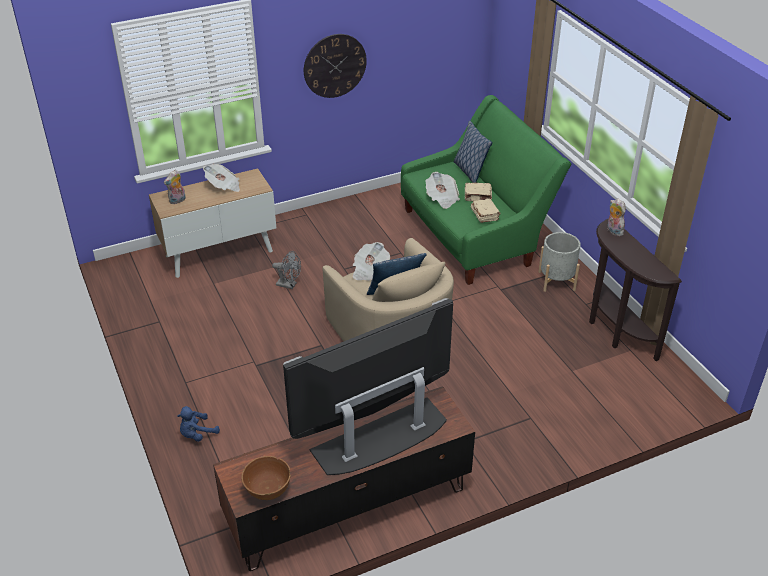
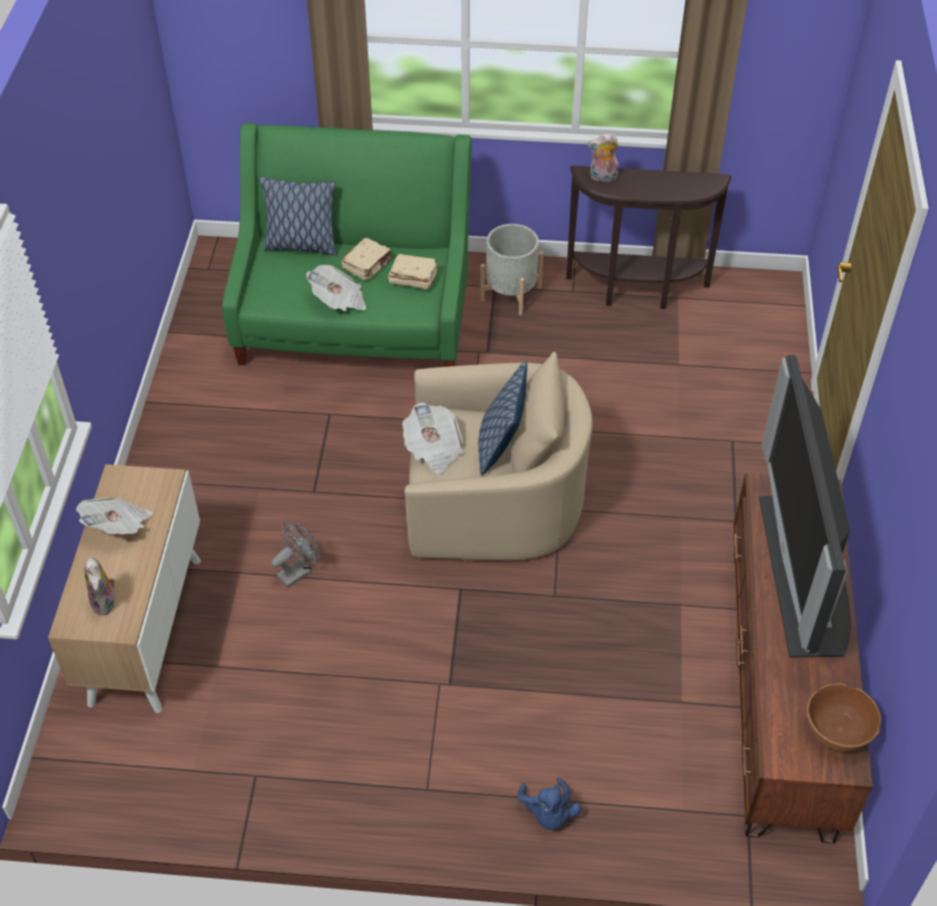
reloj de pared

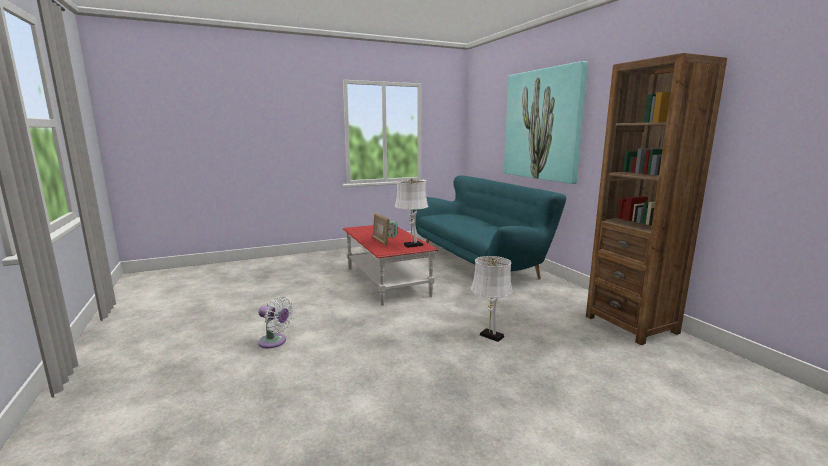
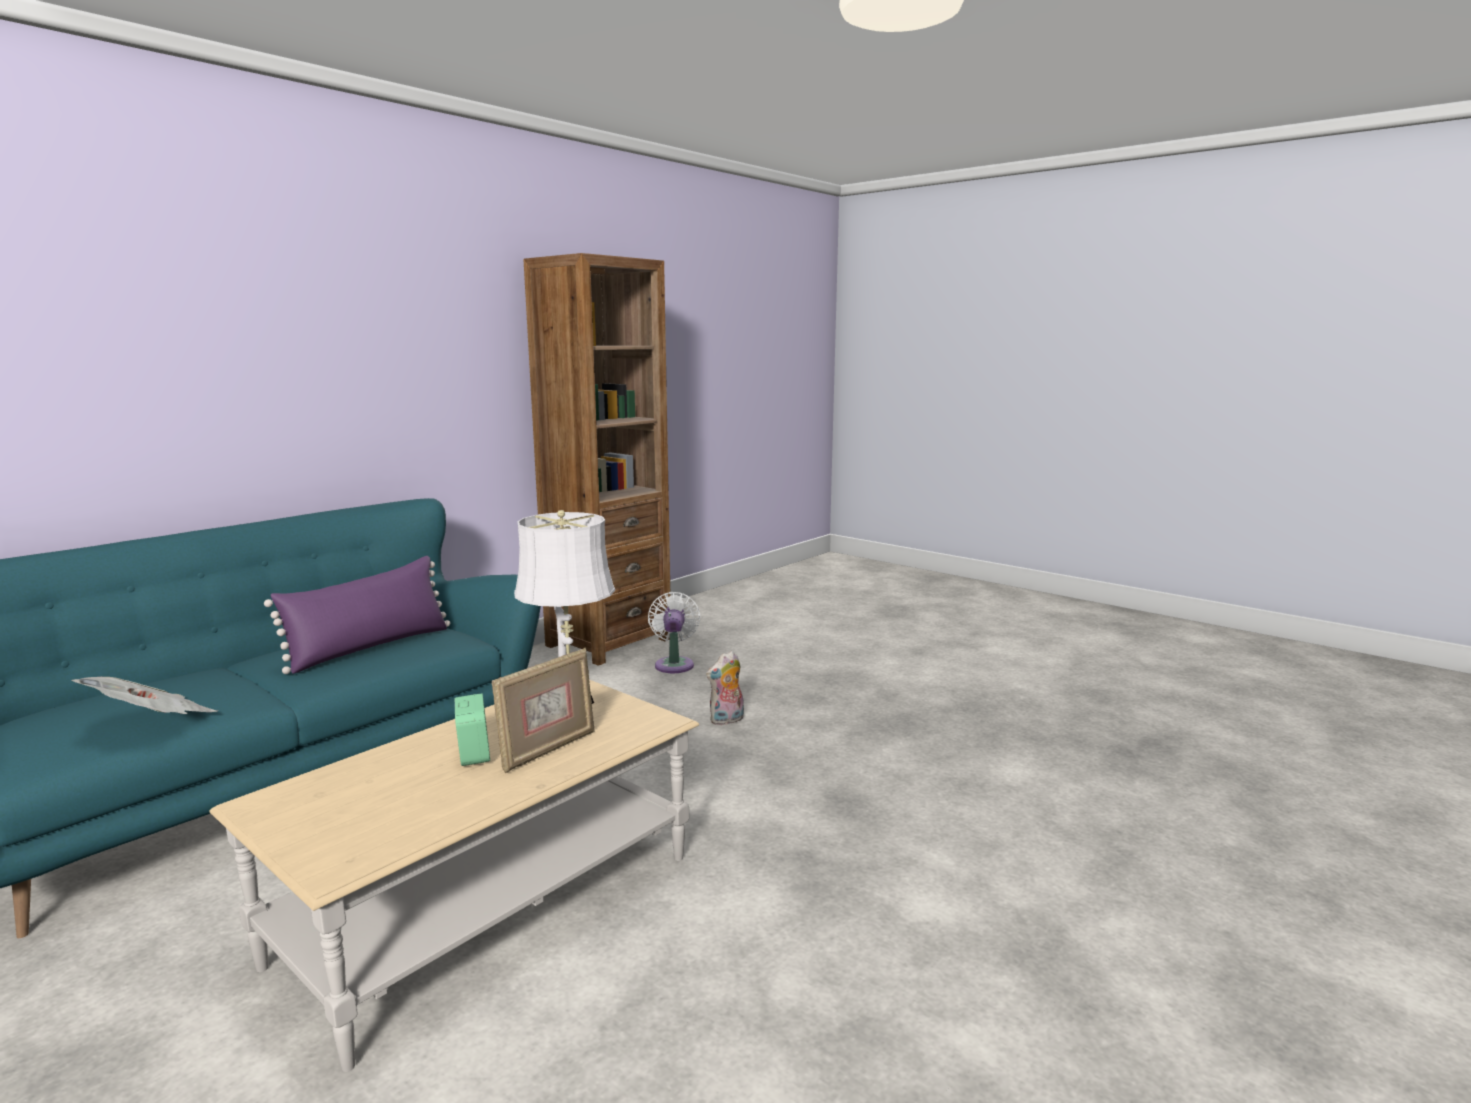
cuadro
periódico
cojín [morado]
ventilador [blanco]
peluche
mesa de centro [beis]

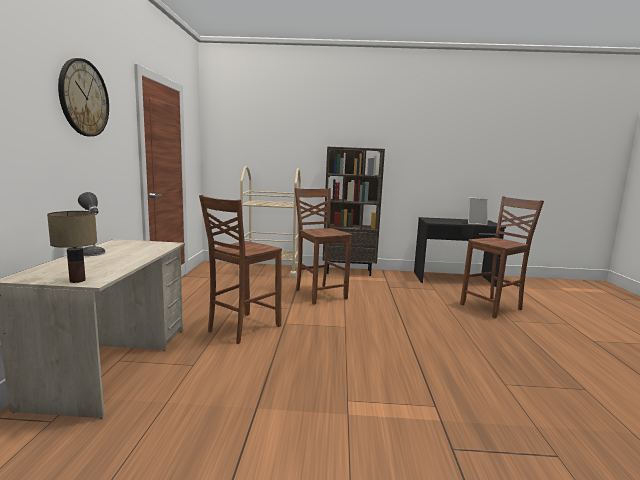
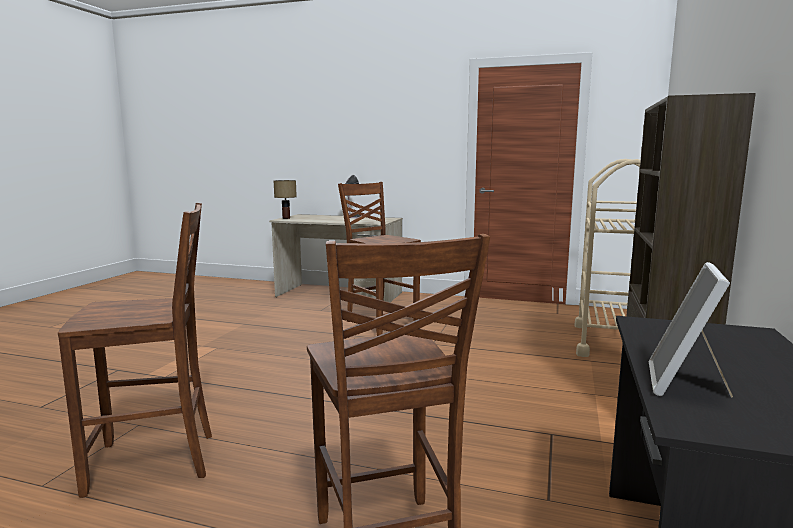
reloj de pared
silla [marrón] (no. 1 from left)

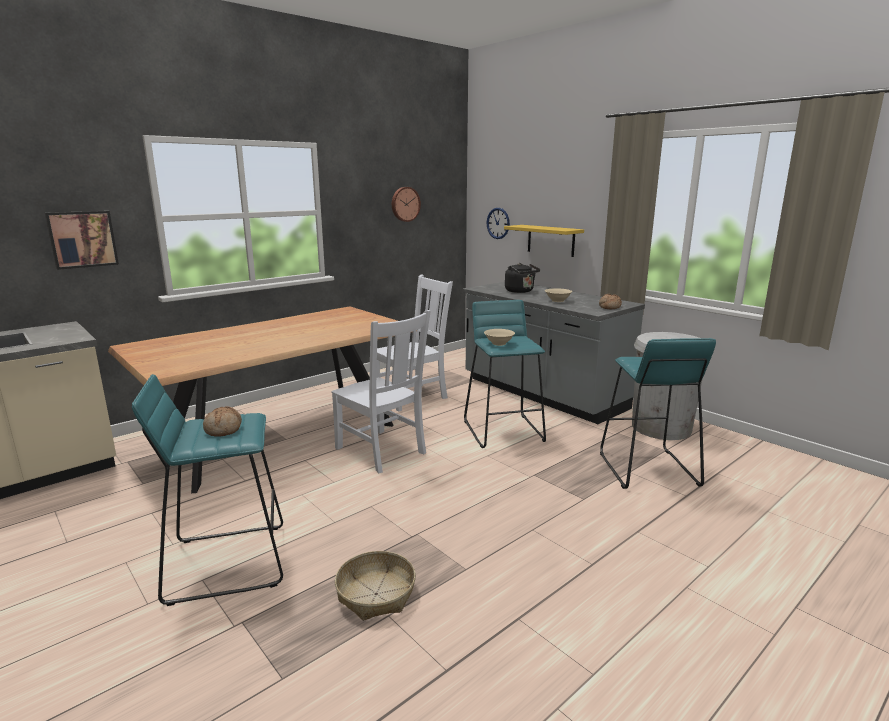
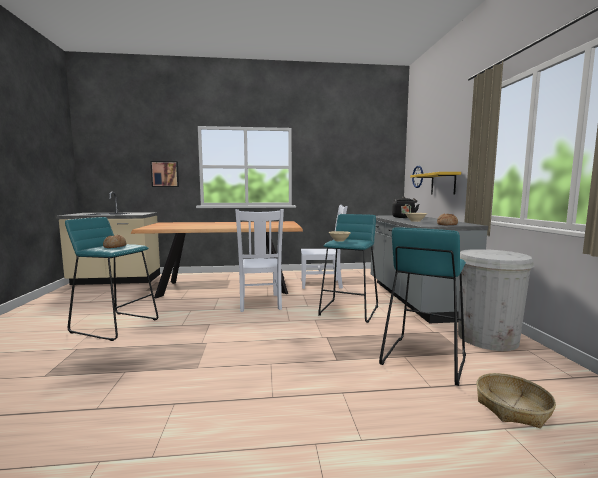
reloj de pared (no. 1 from left in the first image)
cesta

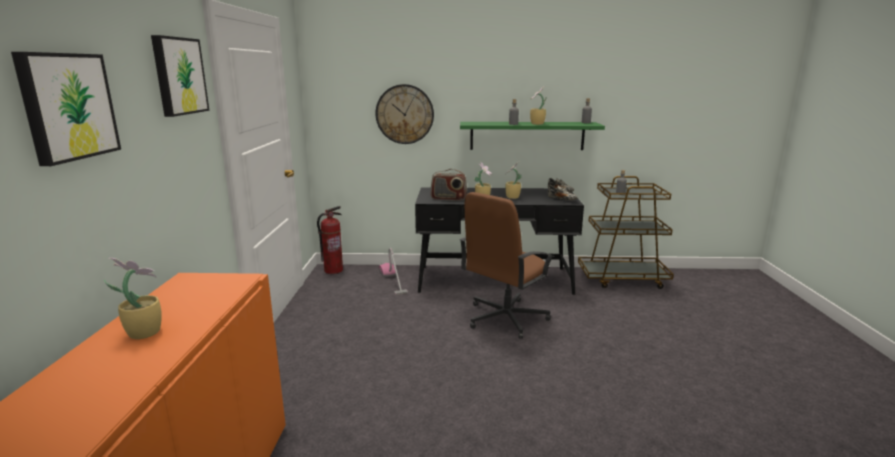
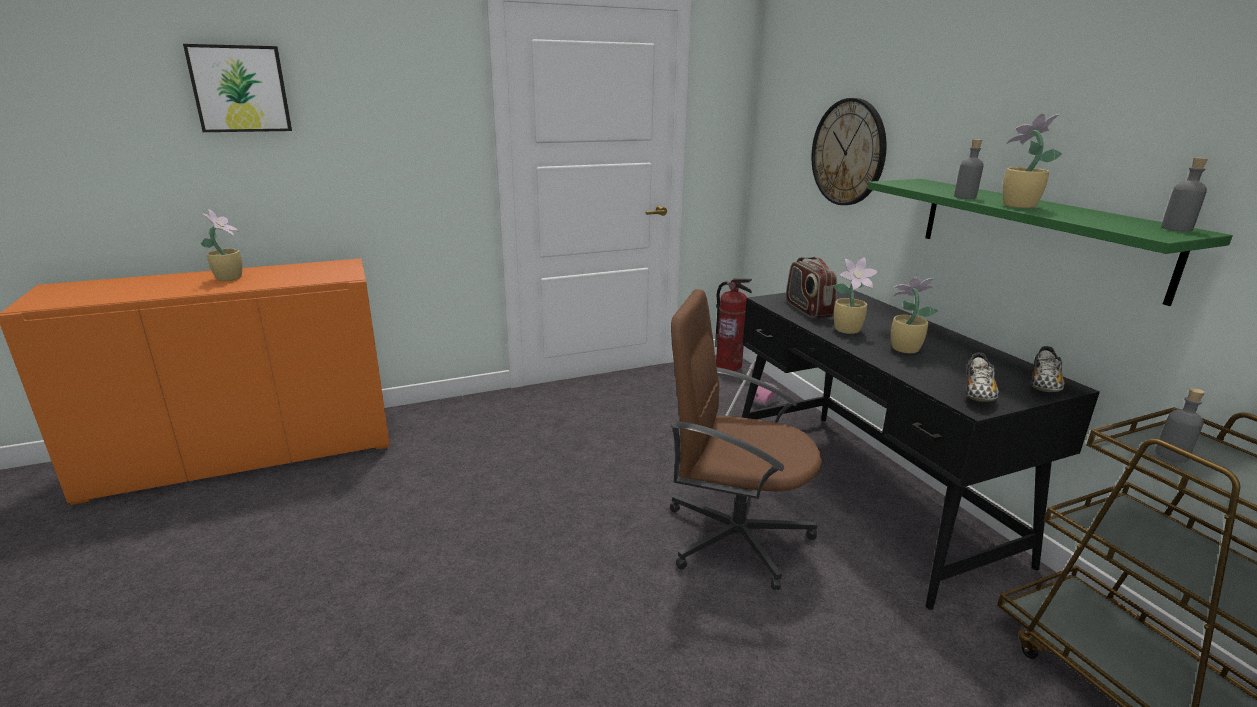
cuadro (no. 2 from left in the first image)

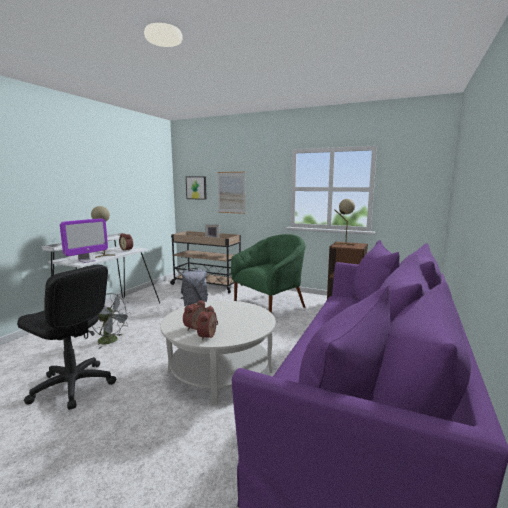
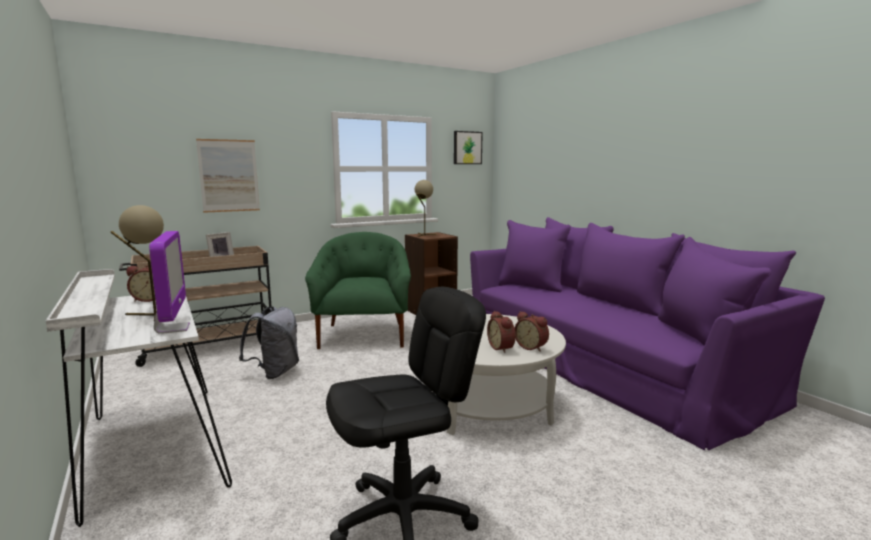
ventilador [gris]
cuadro (no. 2 from left)

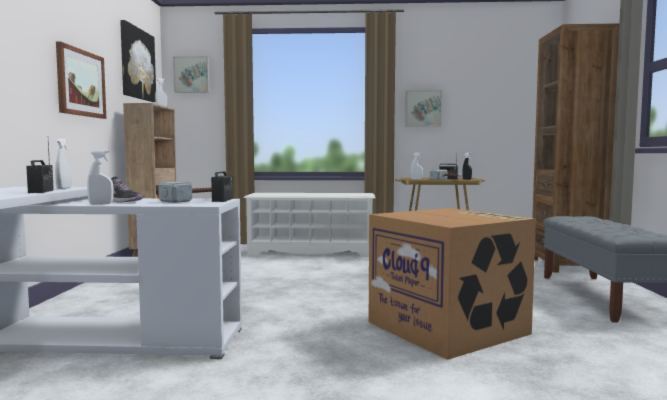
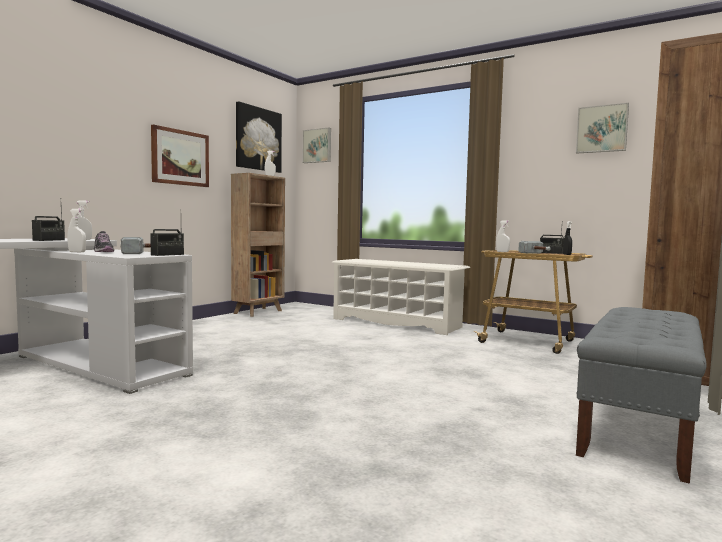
caja de cartón
cuadro (no. 4 from left)

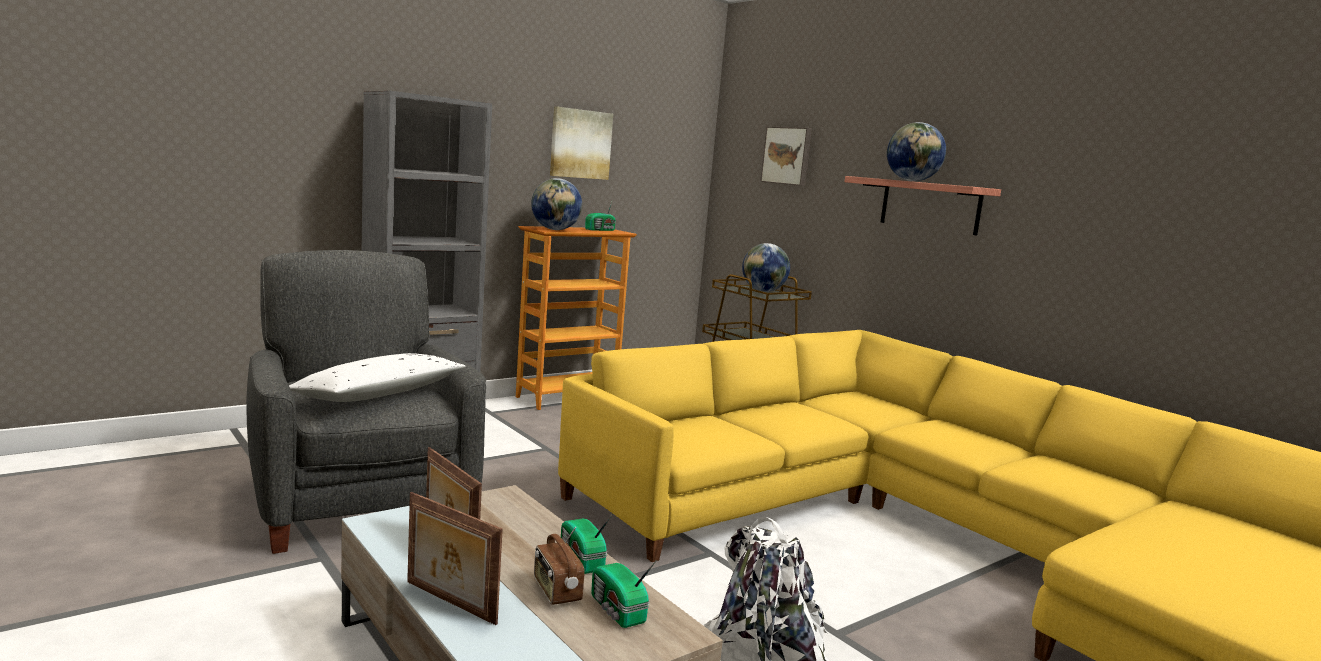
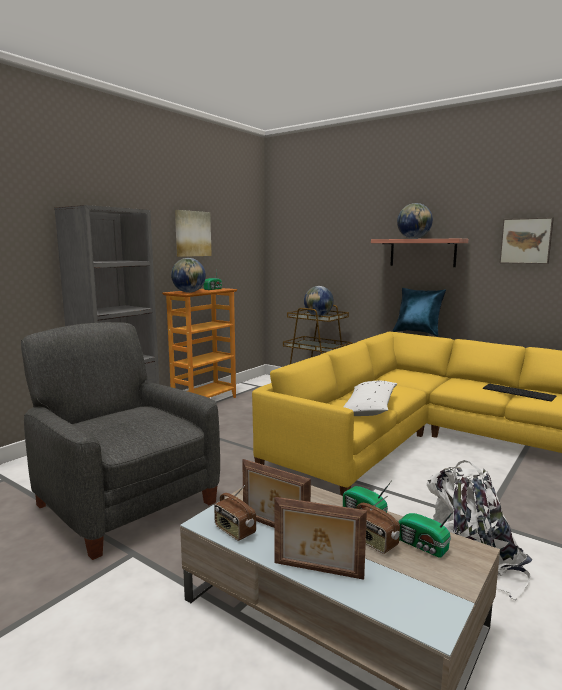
radio (no. 2 from left)
cojín [azul]
teclado
cojín [blanco]
cuadro (no. 2 from left)

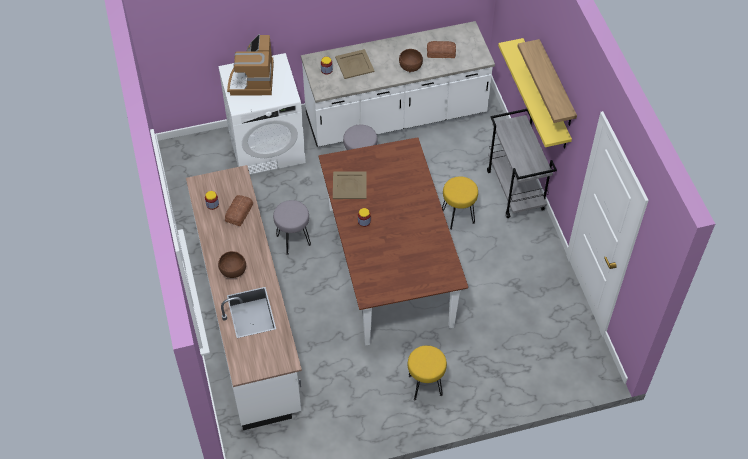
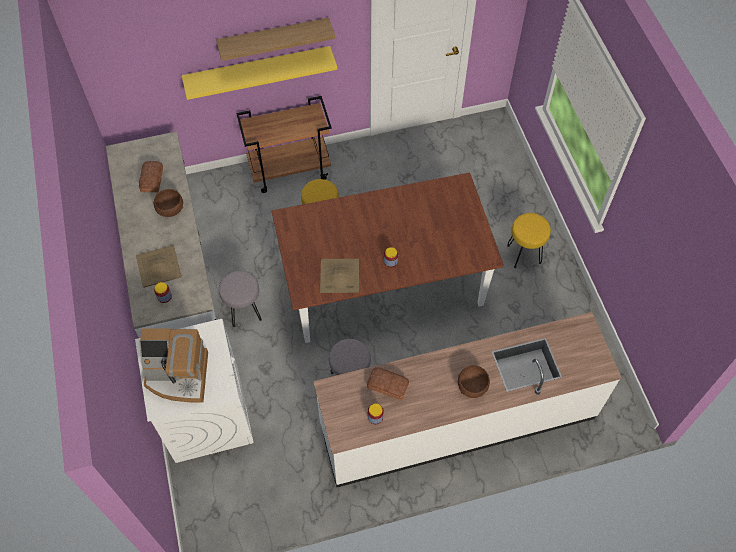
carrito [marrón]

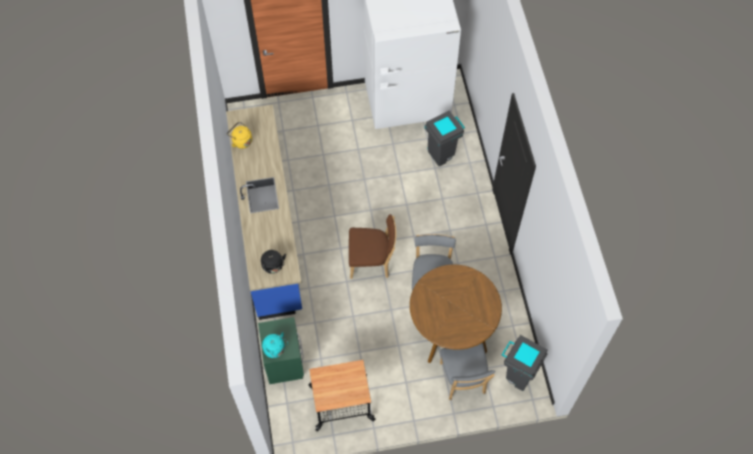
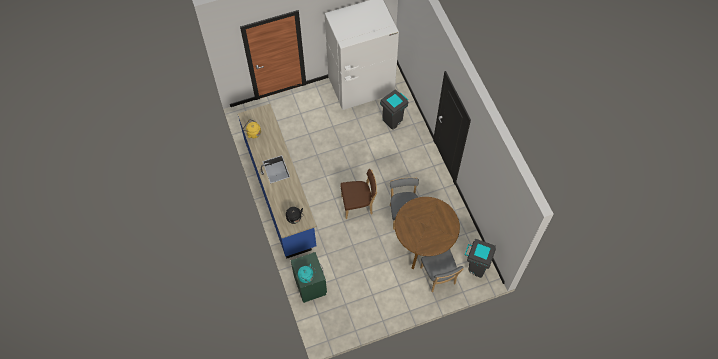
carrito

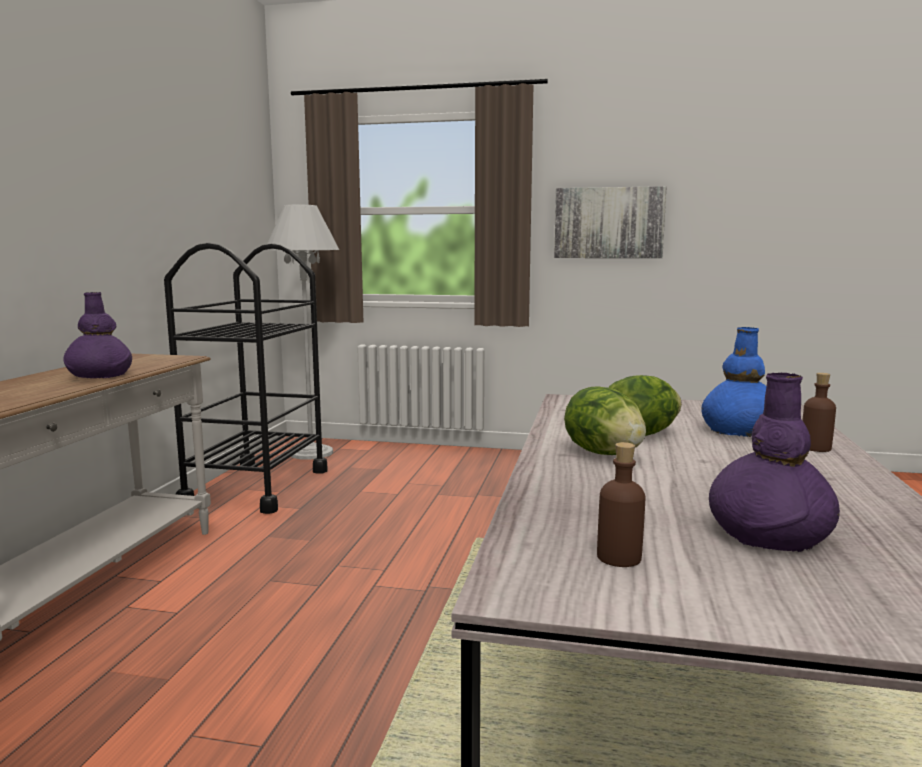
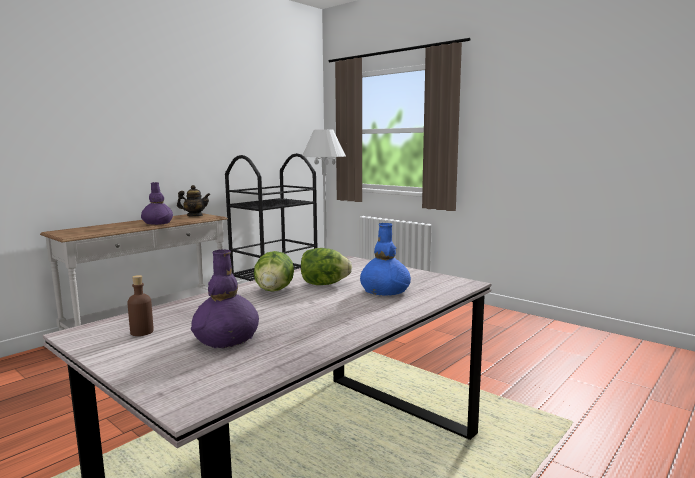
cuadro
botella [marrón] (no. 2 from left in the first image)
tetera

